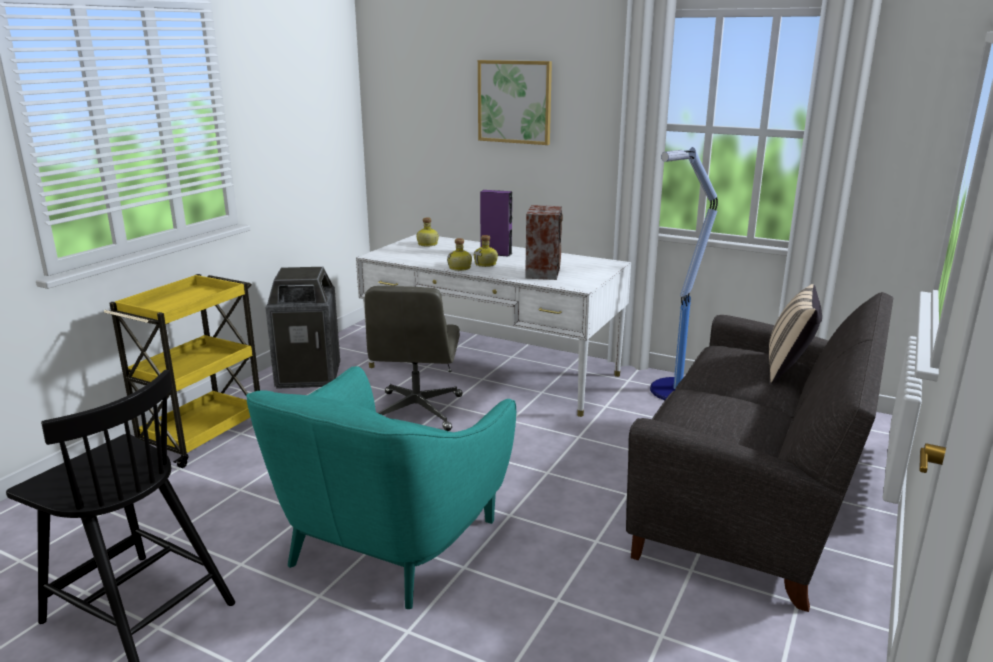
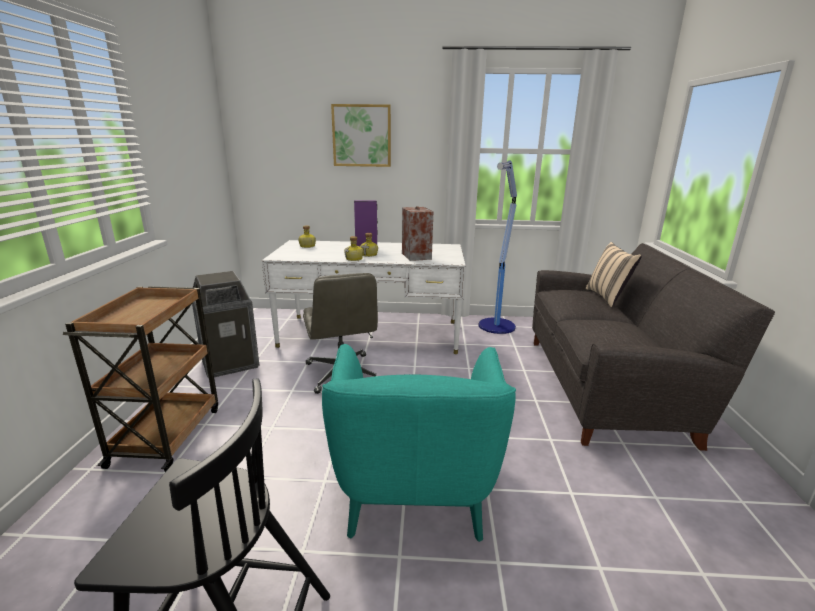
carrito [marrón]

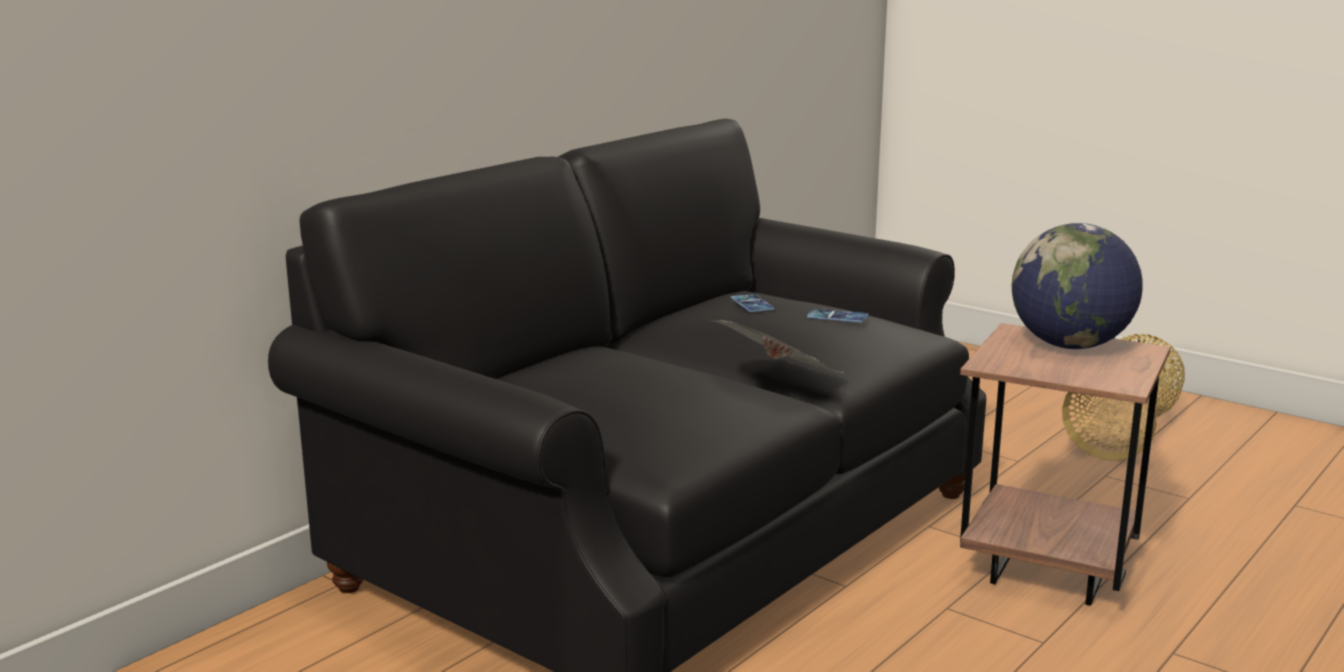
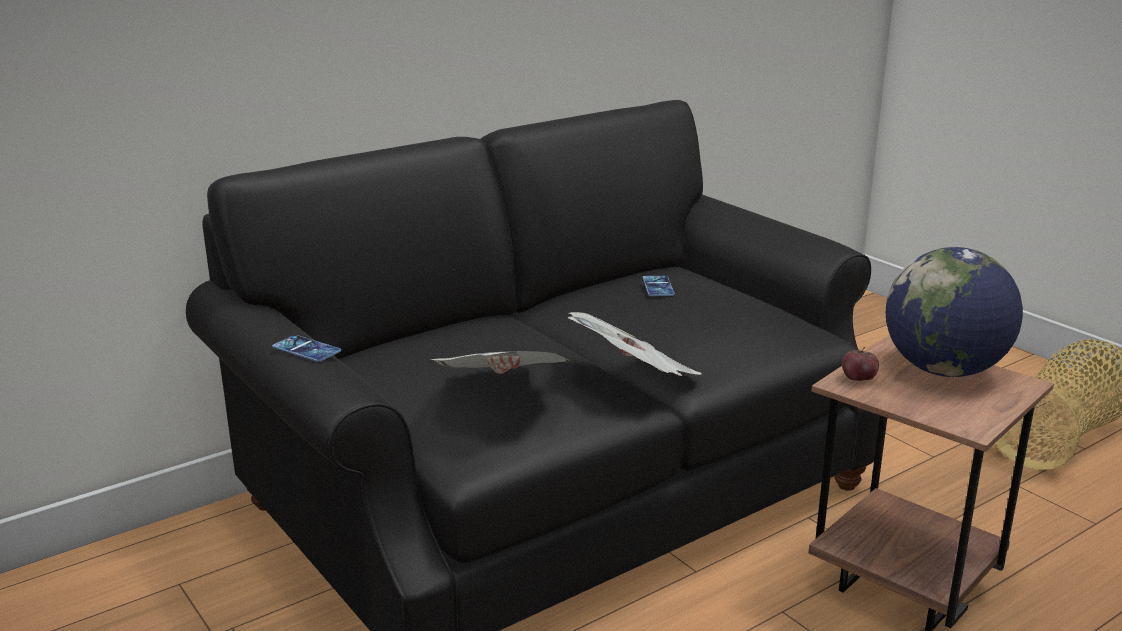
periódico (no. 1 from left)
manzana
móvil (no. 1 from left)

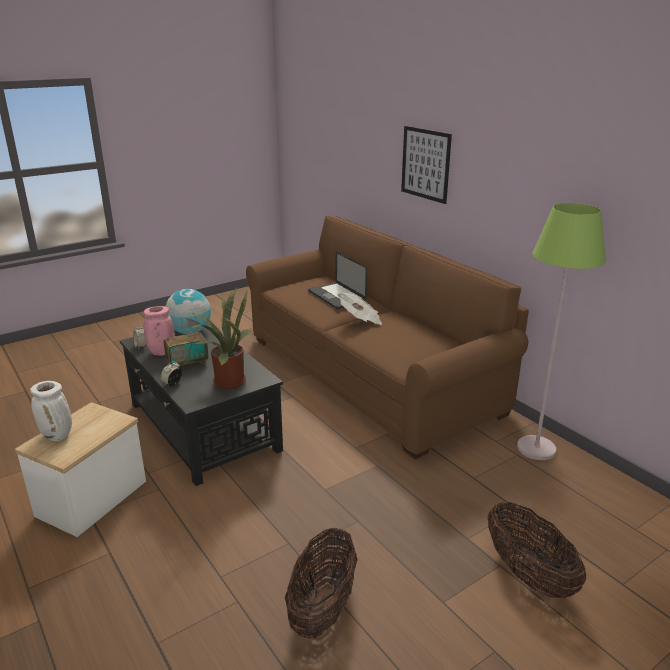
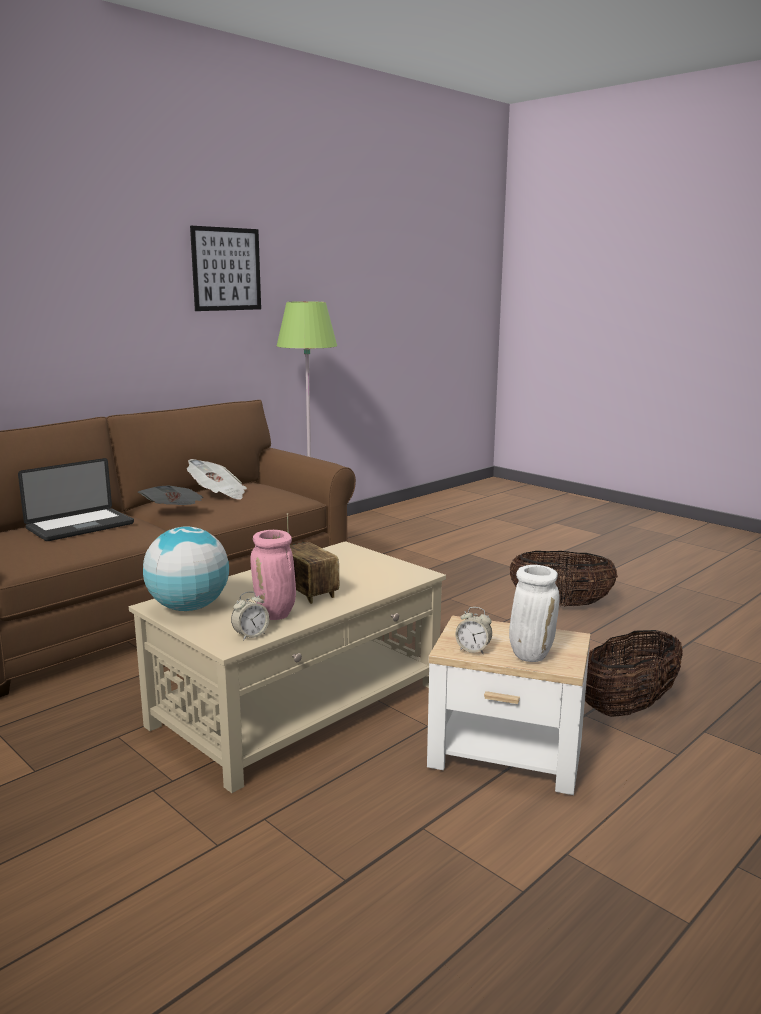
planta en maceta
periódico (no. 2 from left)
despertador (no. 2 from left)
cuadro
cesta (no. 2 from left)
mesa de centro [beis]

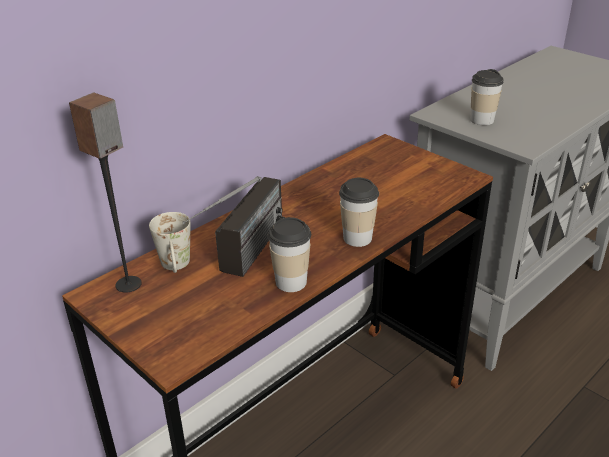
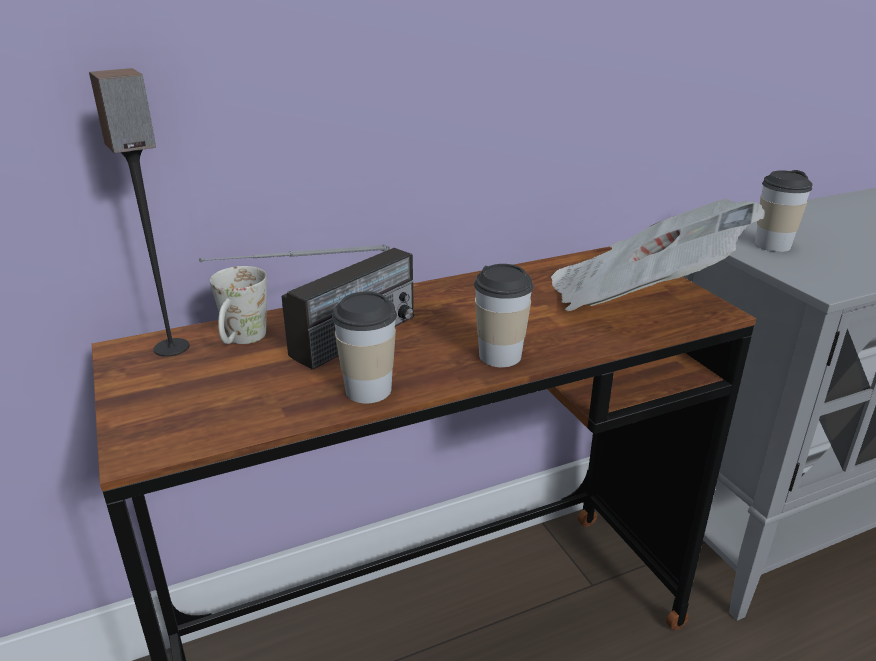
periódico

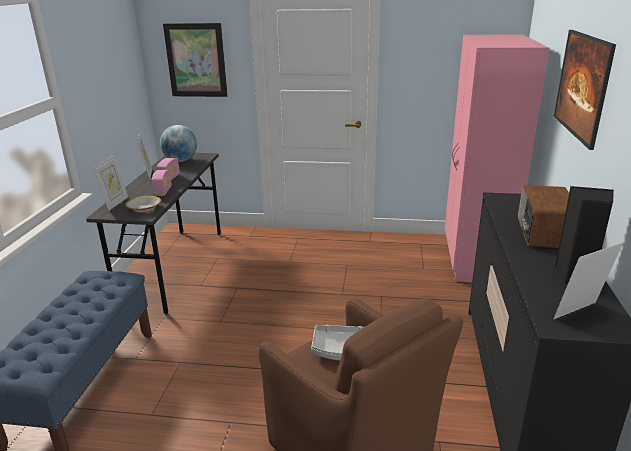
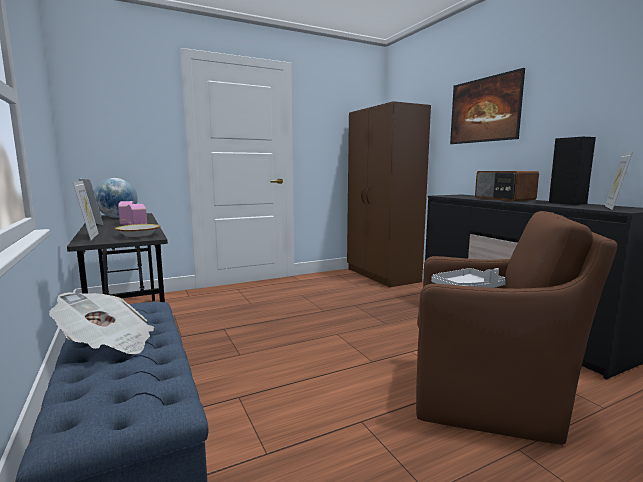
cuadro (no. 1 from left in the first image)
periódico
armario ropero [marrón]

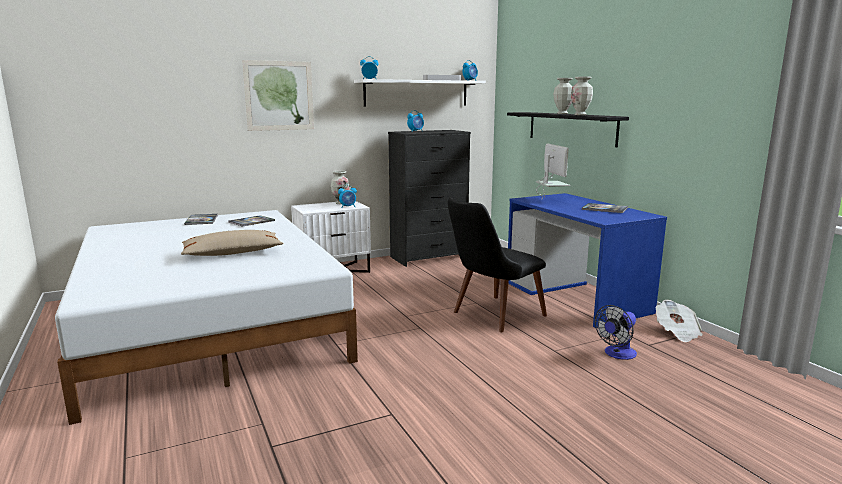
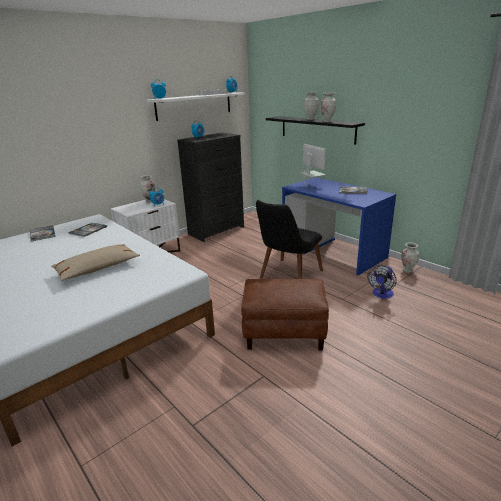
cuadro
puf [marrón]
florero (no. 4 from left)

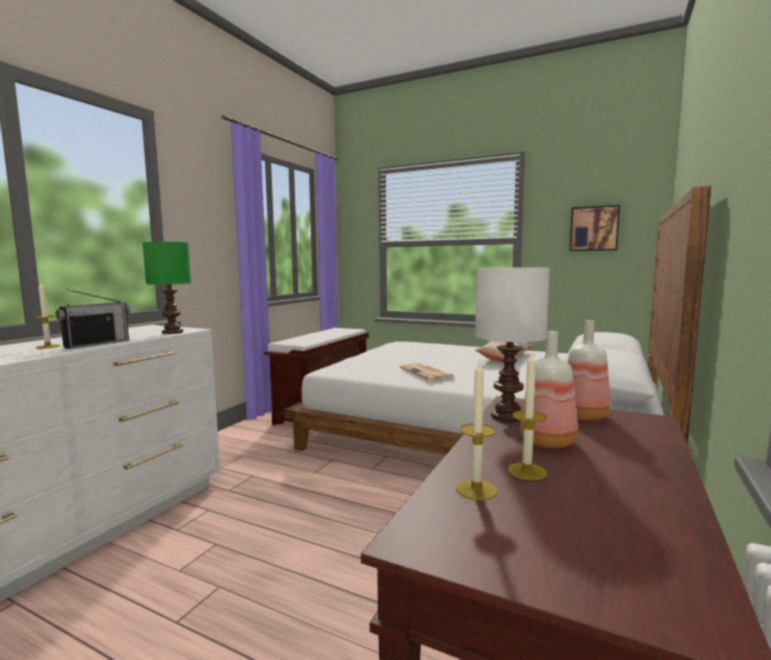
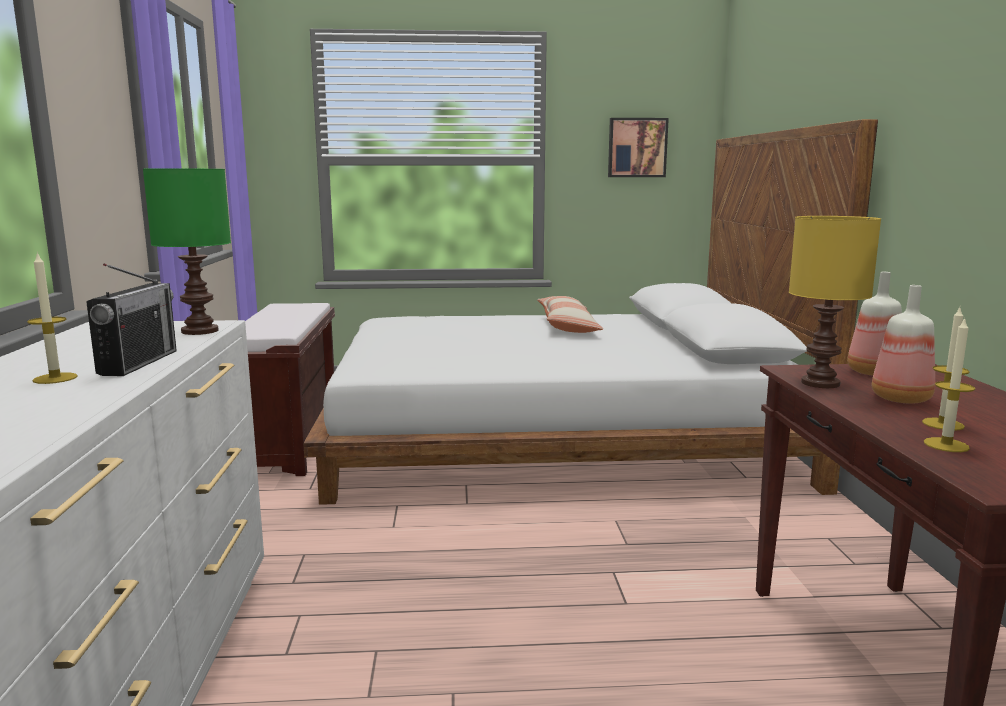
periódico
lámpara de mesa [amarillo]

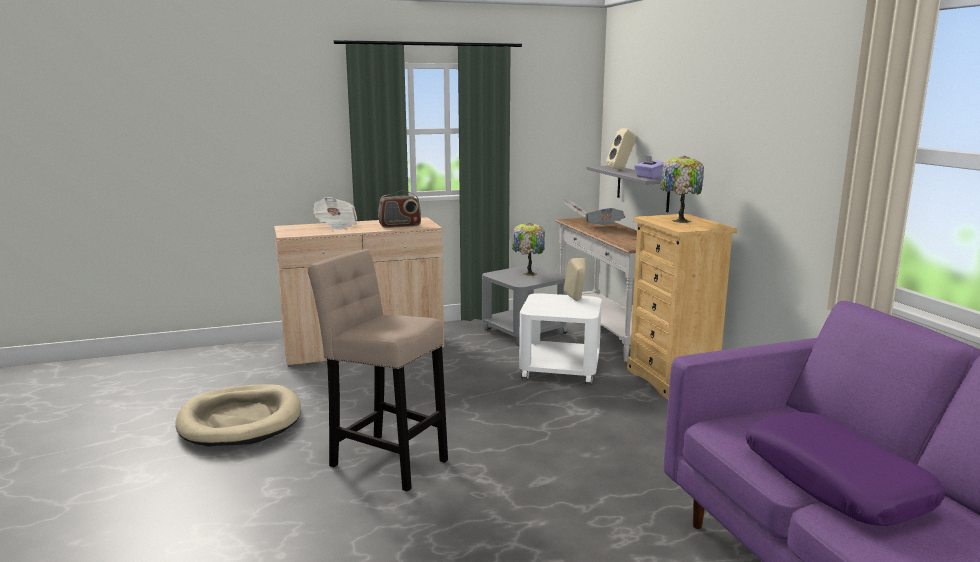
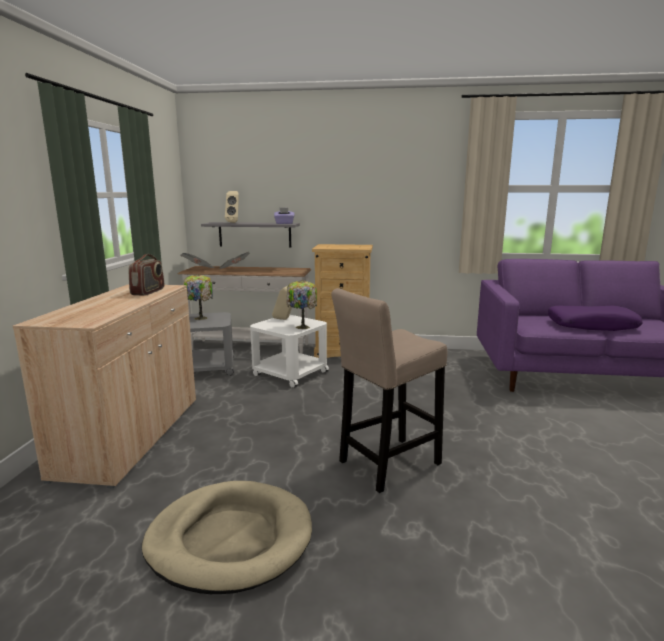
periódico (no. 1 from left in the first image)
lámpara de mesa (no. 2 from left)

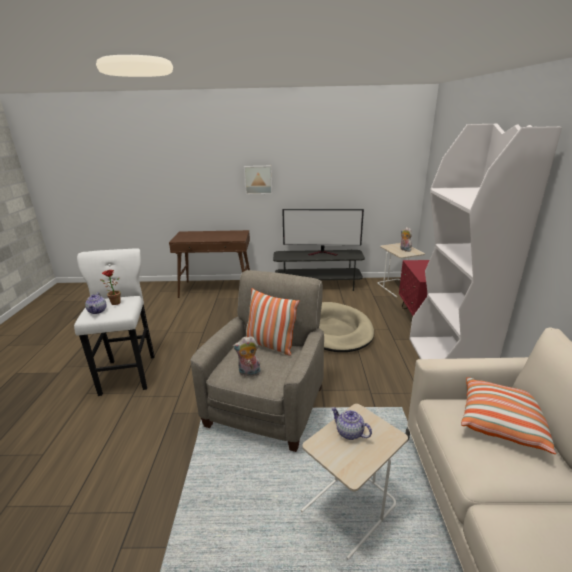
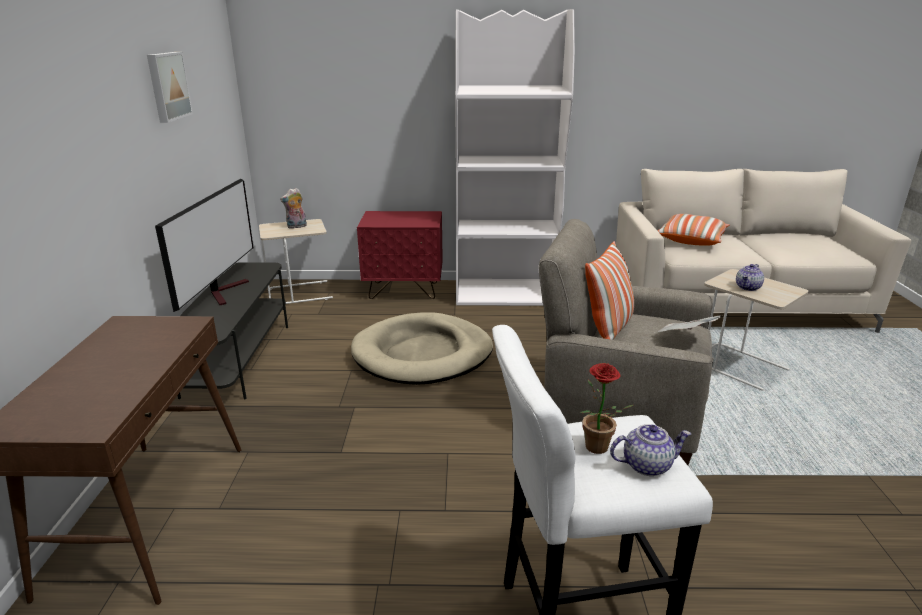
cuadro
periódico

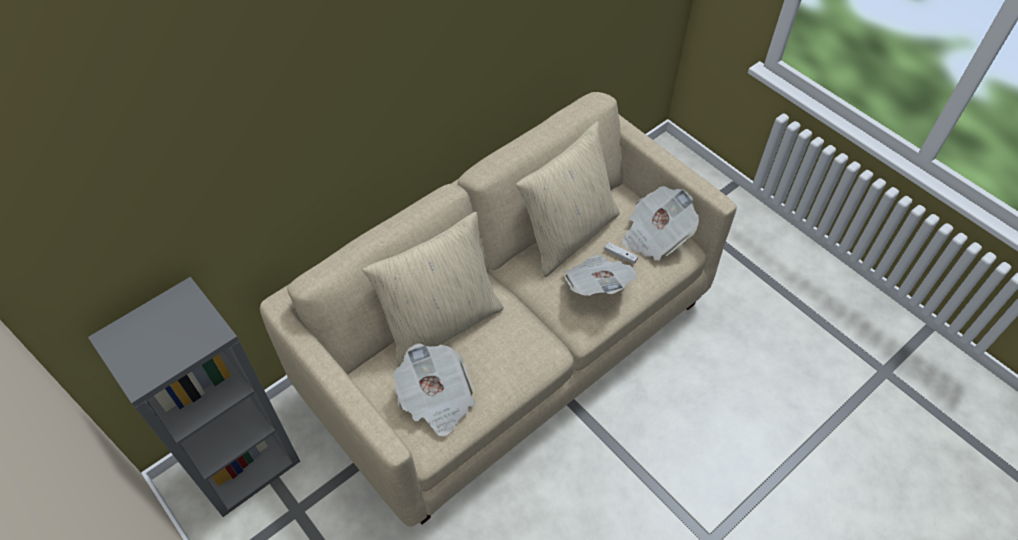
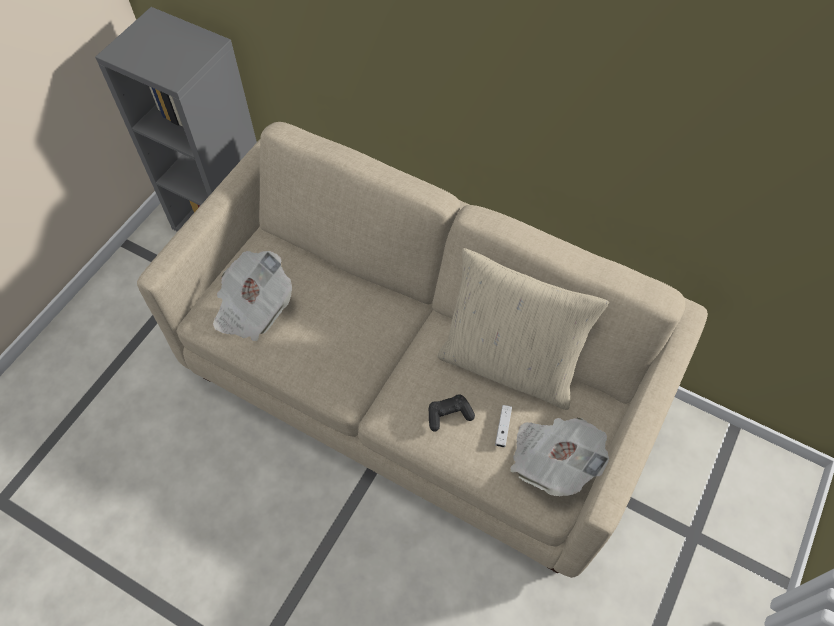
cojín [beis] (no. 1 from left in the first image)
mando de consola [negro]

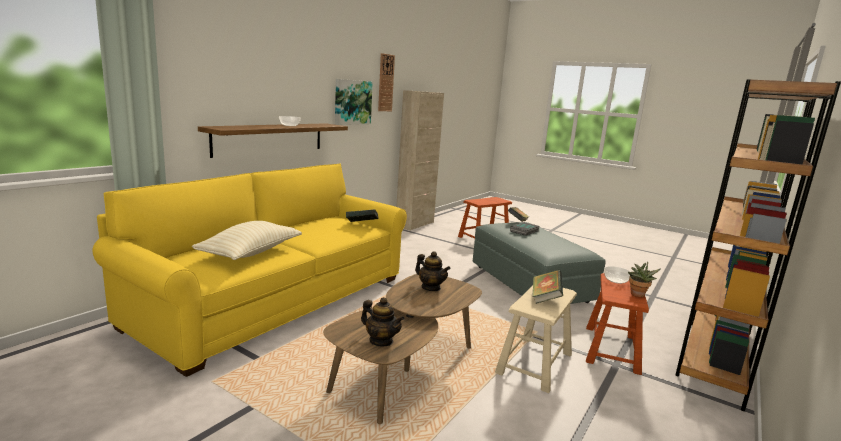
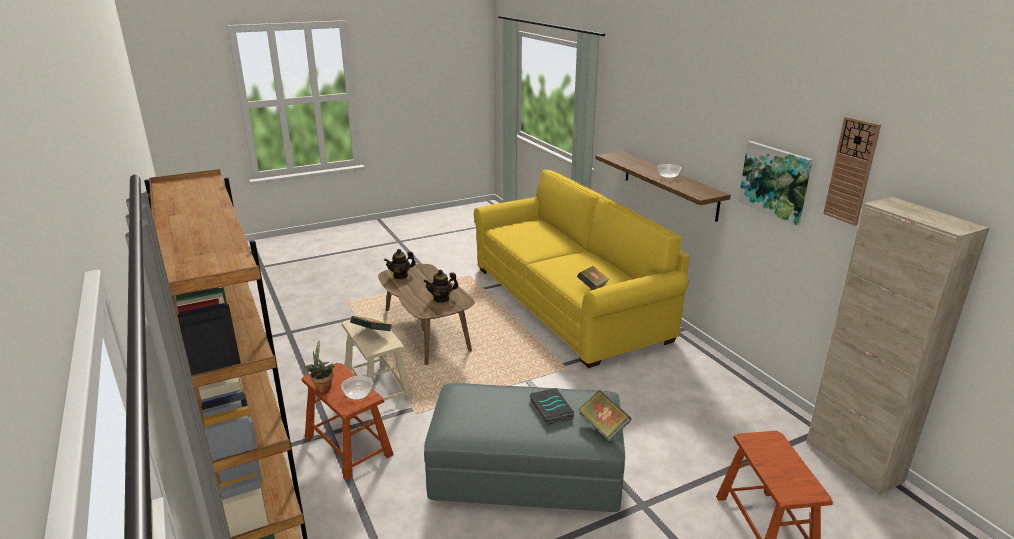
cojín [beis]

